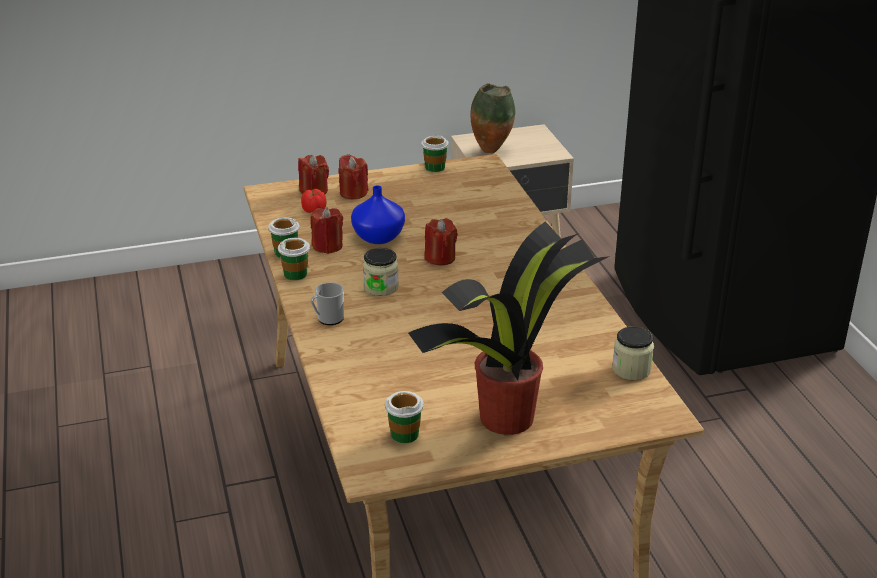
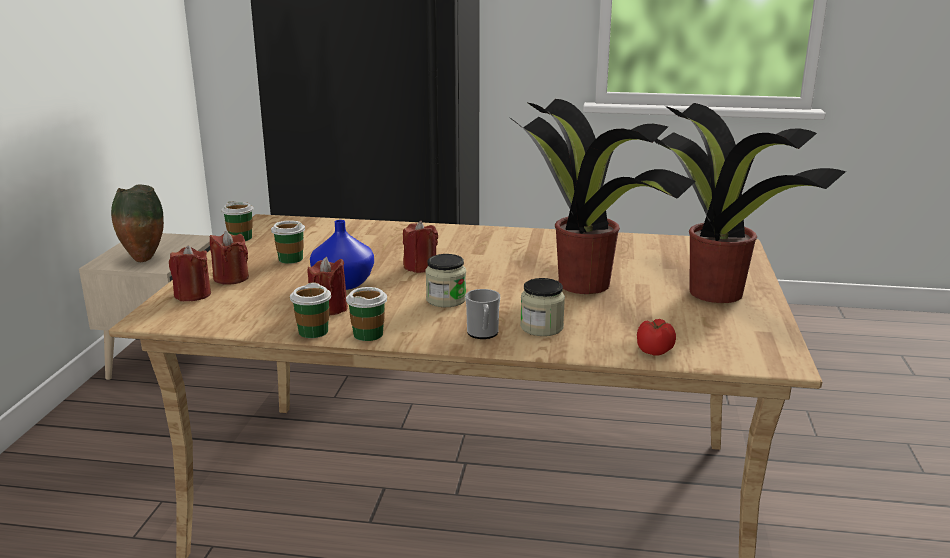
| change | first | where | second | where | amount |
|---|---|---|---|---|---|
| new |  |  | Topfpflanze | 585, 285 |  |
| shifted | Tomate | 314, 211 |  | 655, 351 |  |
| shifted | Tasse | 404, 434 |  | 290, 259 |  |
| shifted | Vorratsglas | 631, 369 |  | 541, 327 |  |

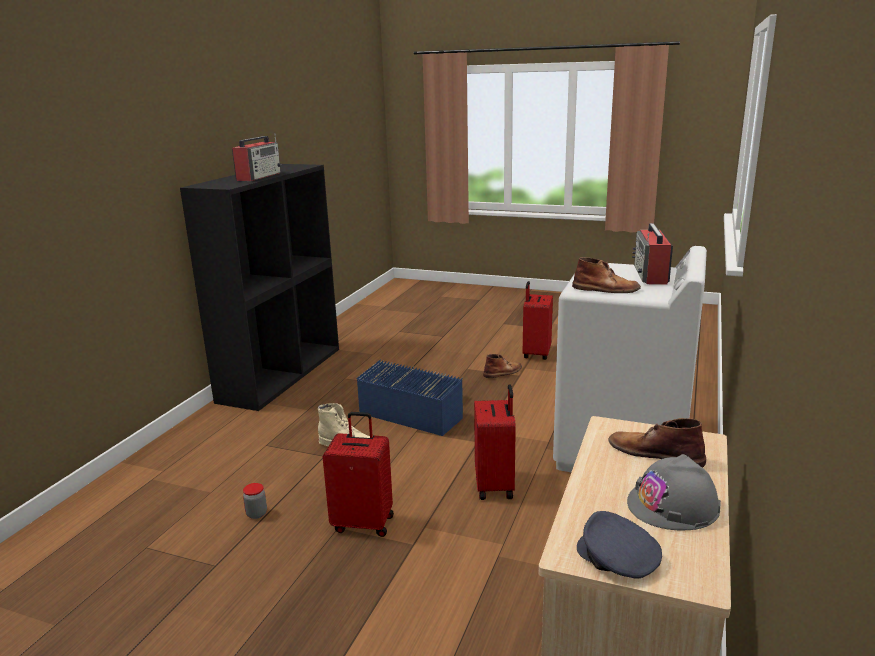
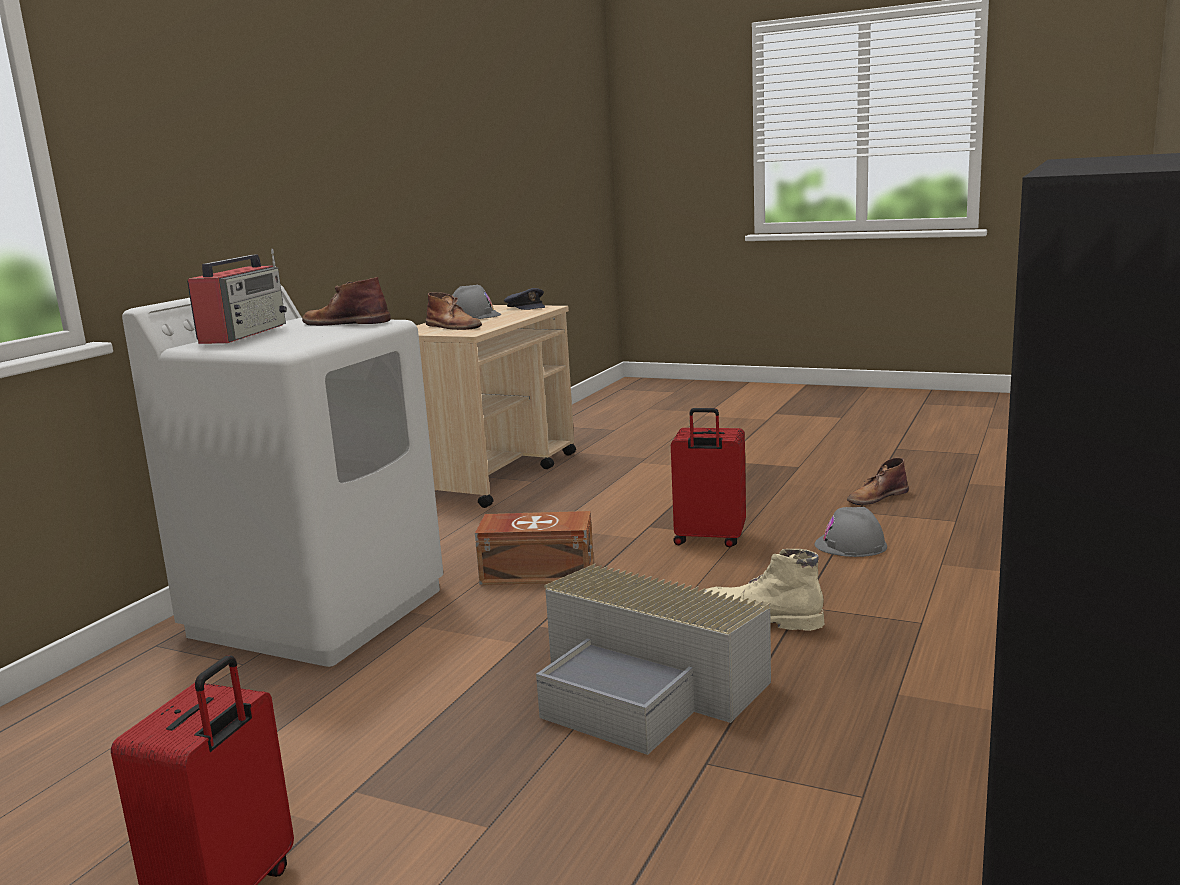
| change | first | where | second | where | amount |
|---|---|---|---|---|---|
| gone | Radio | 259, 176 |  |  |  |
| shifted | Stiefel (braun) | 503, 372 |  | 876, 497 |  |
| swapped | Vorratsglas | 256, 514 | Schutzhelm (grau) | 850, 545 |  |
| swapped | Koffer (rot) | 495, 486 | Aufbewahrungsbox (braun) | 536, 572 |  |
| repainted | Aufbewahrungsbox (blau) | 415, 410 | Aufbewahrungsbox (grau) | 648, 688 |  |

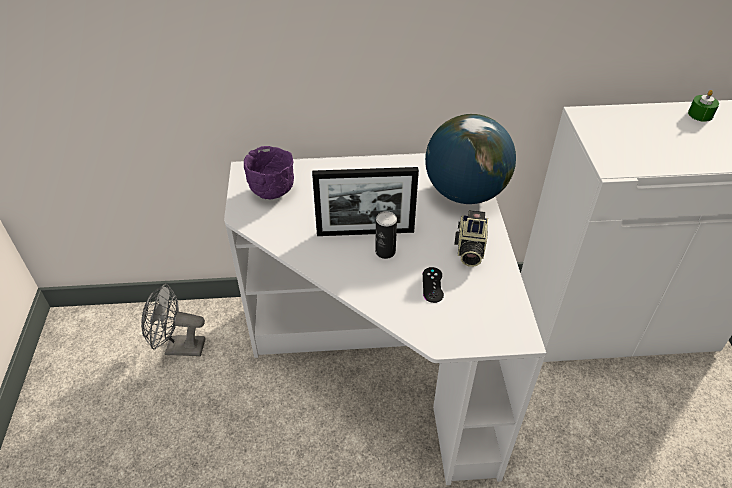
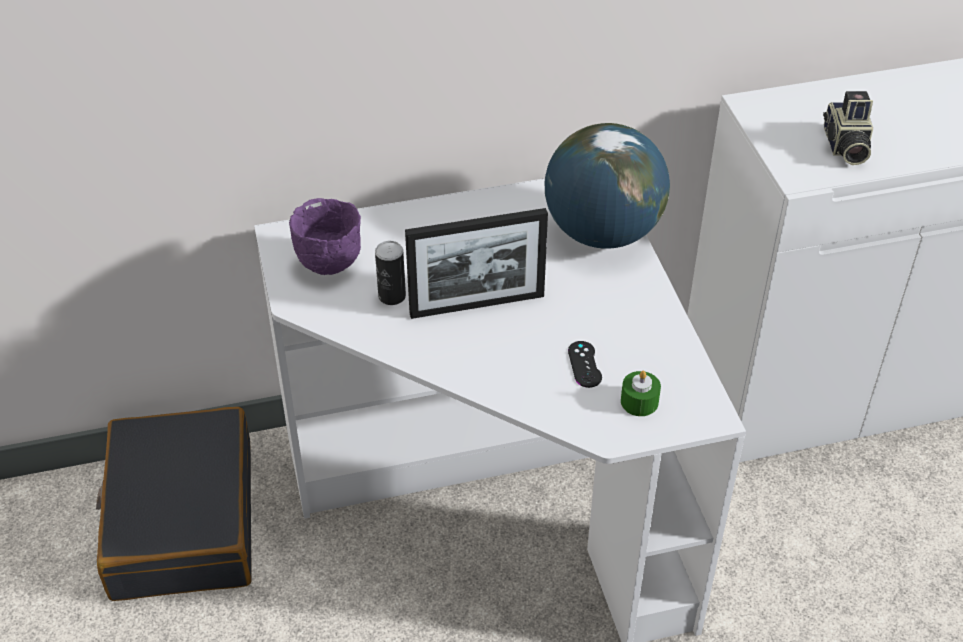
| change | first | where | second | where | amount |
|---|---|---|---|---|---|
| shifted | Dose | 385, 251 |  | 392, 296 |  |
| shifted | Kamera | 469, 249 |  | 844, 147 |  |
| shifted | Kerze (grün) | 700, 114 |  | 639, 401 |  |
| swapped | Ventilator (grau) | 178, 347 | Koffer (schwarz) | 182, 520 |  |

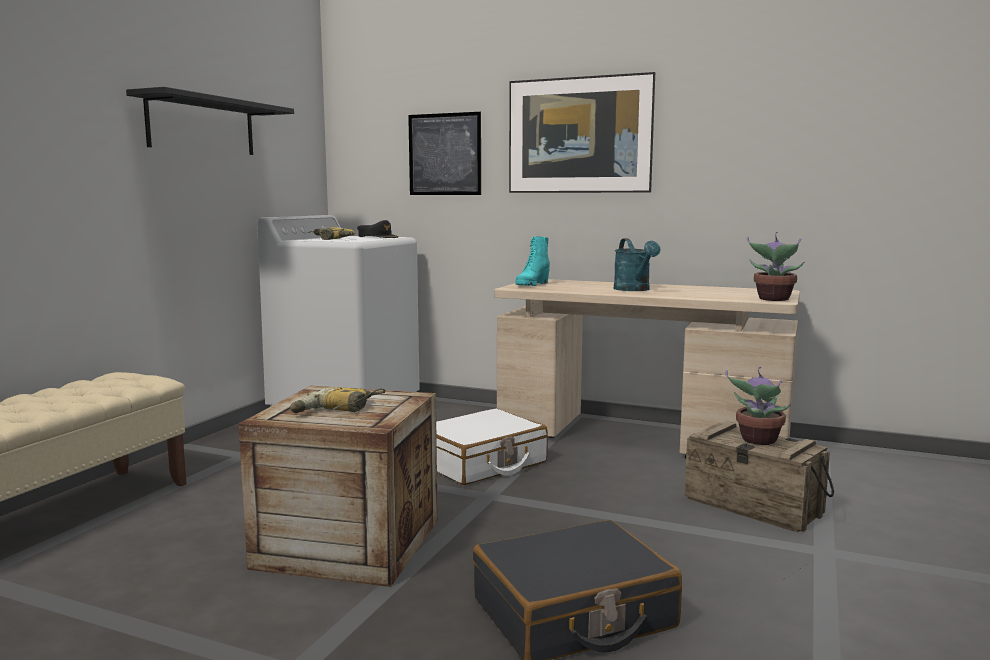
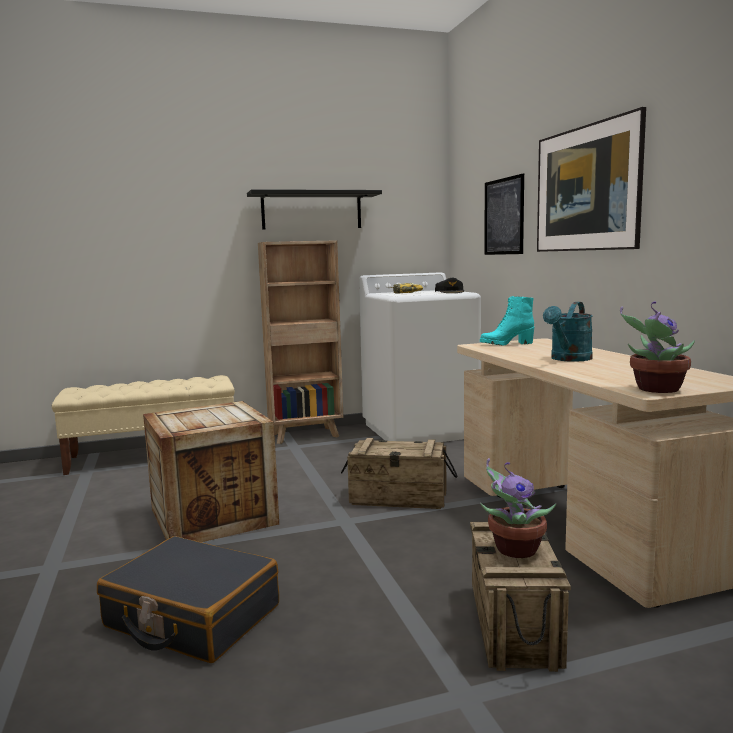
| change | first | where | second | where | amount |
|---|---|---|---|---|---|
| gone | Bohrmaschine | 337, 410 |  |  |  |
| new |  |  | Bücherregal (braun) | 306, 435 |  |
| swapped | Koffer (weiß) | 481, 463 | Kiste | 399, 498 |  |

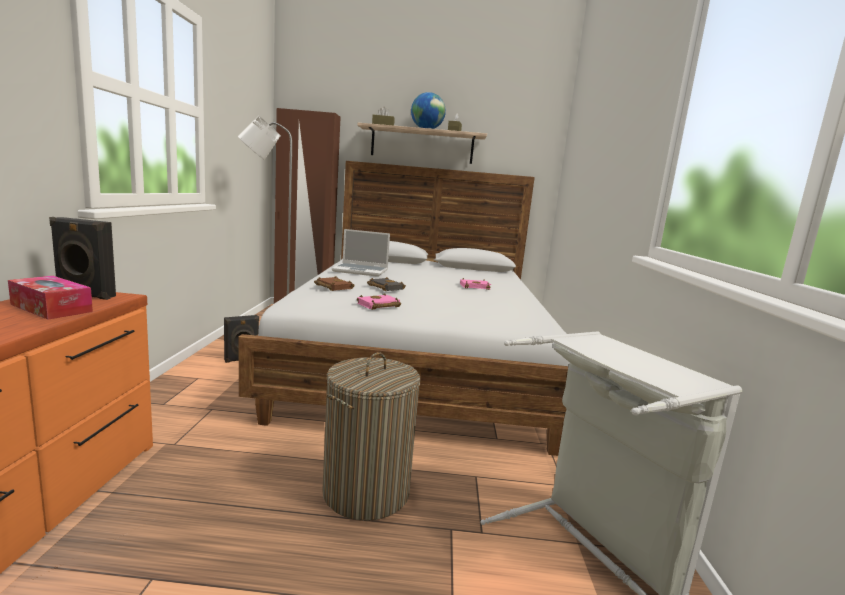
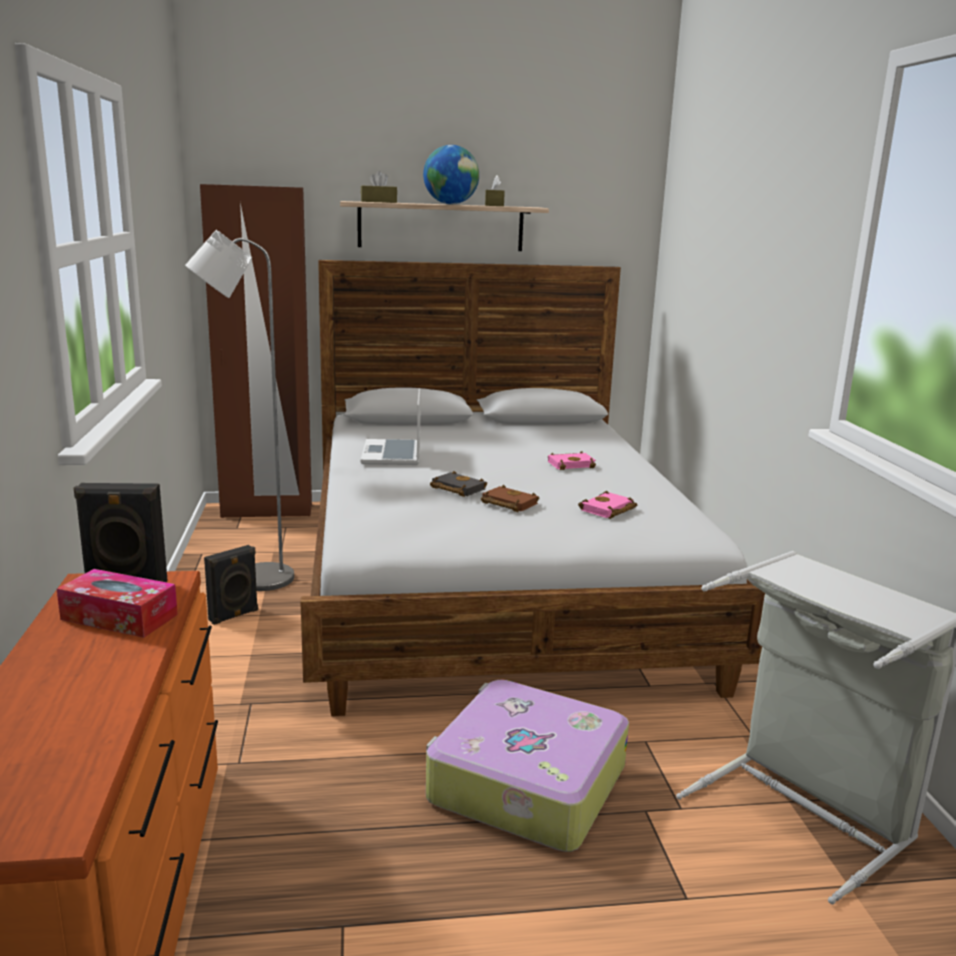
| change | first | where | second | where | amount |
|---|---|---|---|---|---|
| shifted | Buch (braun) | 332, 287 |  | 507, 503 |  |
| shifted | Buch (rosa) | 378, 306 |  | 608, 510 |  |
| swapped | Wäschekorb | 366, 492 | Koffer | 525, 784 |  |
| rotated | Laptop | 361, 271 |  | 393, 455 | 90 degrees clockwise |

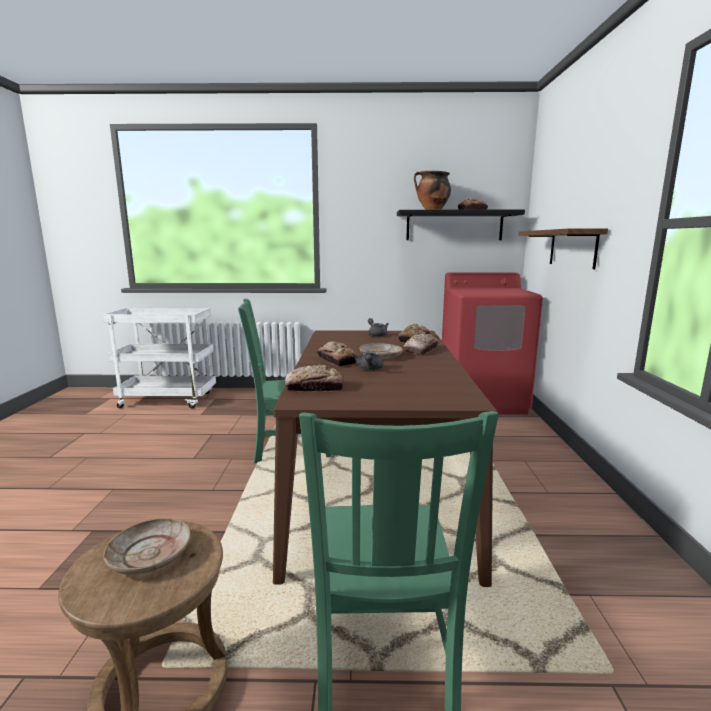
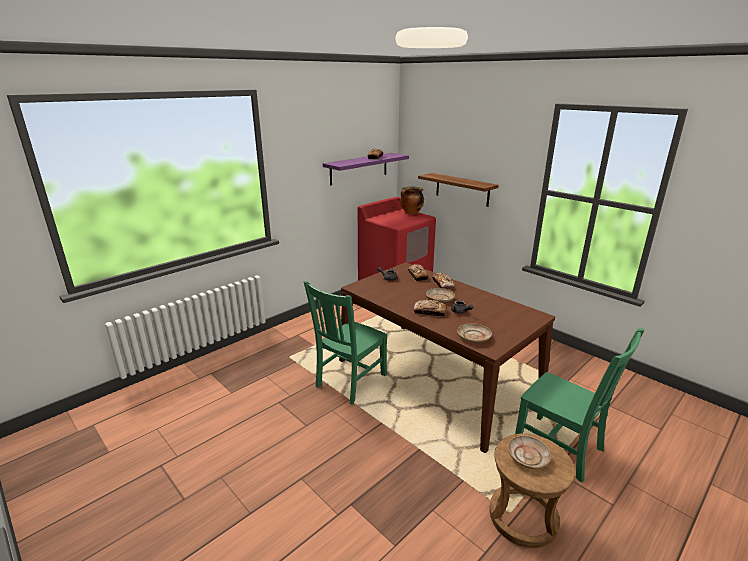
| change | first | where | second | where | amount |
|---|---|---|---|---|---|
| gone | Rollwagen (weiß) | 169, 400 |  |  |  |
| shifted | Kochtopf | 432, 210 |  | 411, 213 |  |
| swapped | Brot | 314, 387 | Teller (beige) | 474, 337 |  |
| repainted | Wandregal (schwarz) | 454, 226 | Wandregal (lila) | 359, 168 |  |

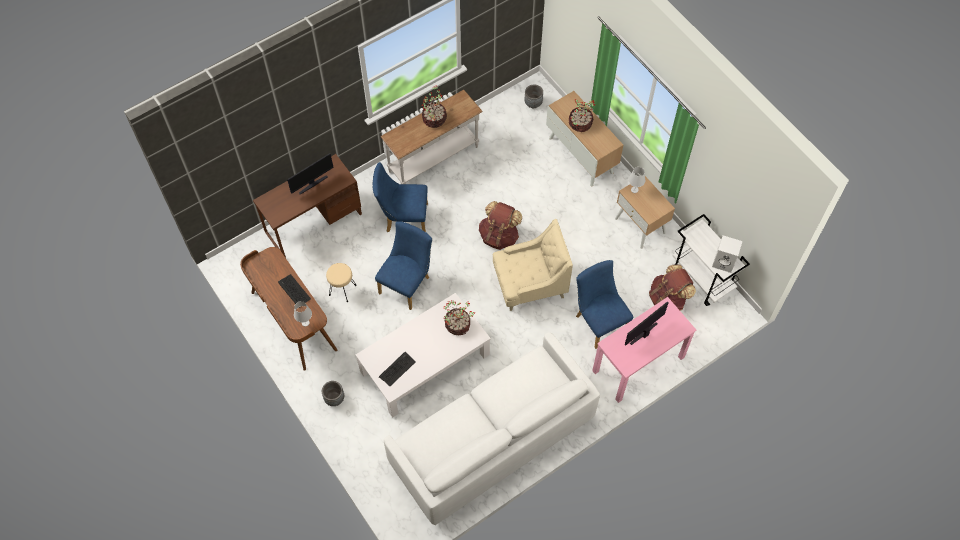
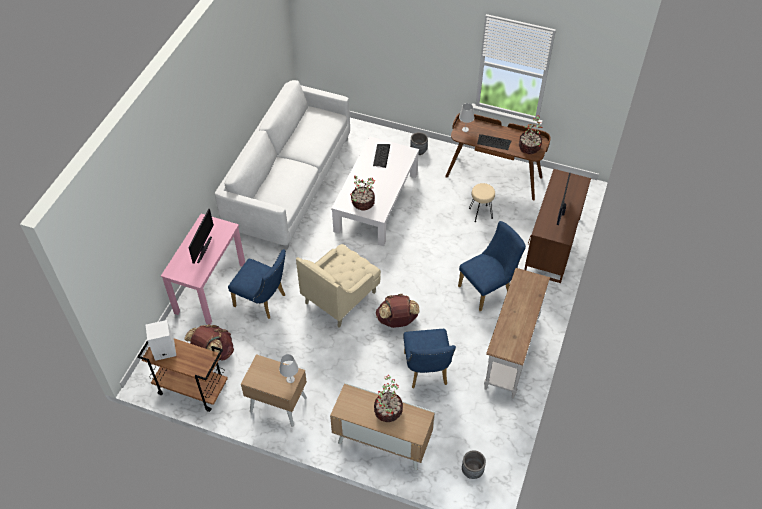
| change | first | where | second | where | amount |
|---|---|---|---|---|---|
| shifted | Stuhl (blau) | 407, 283 |  | 426, 372 |  |
| shifted | Topfpflanze | 434, 118 |  | 529, 148 |  |
| repainted | Rollwagen (weiß) | 702, 278 | Rollwagen (braun) | 191, 388 |  |

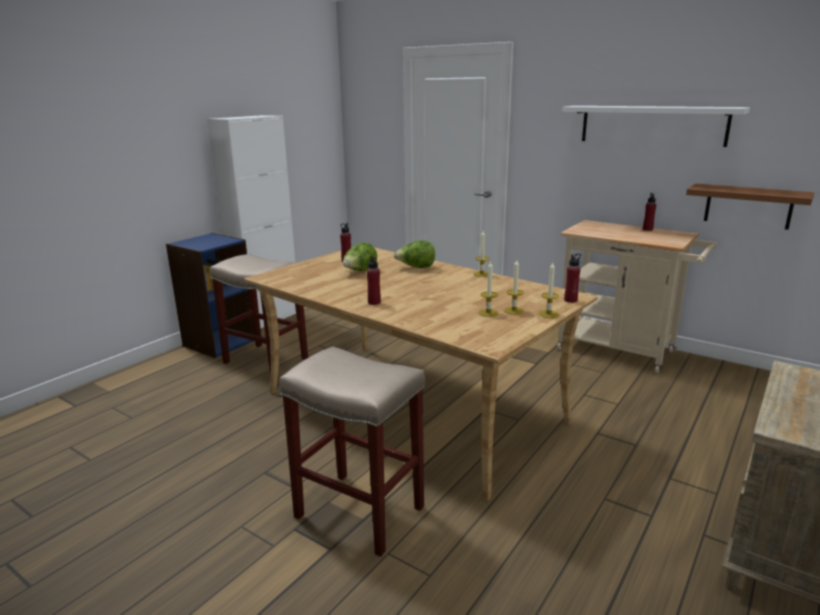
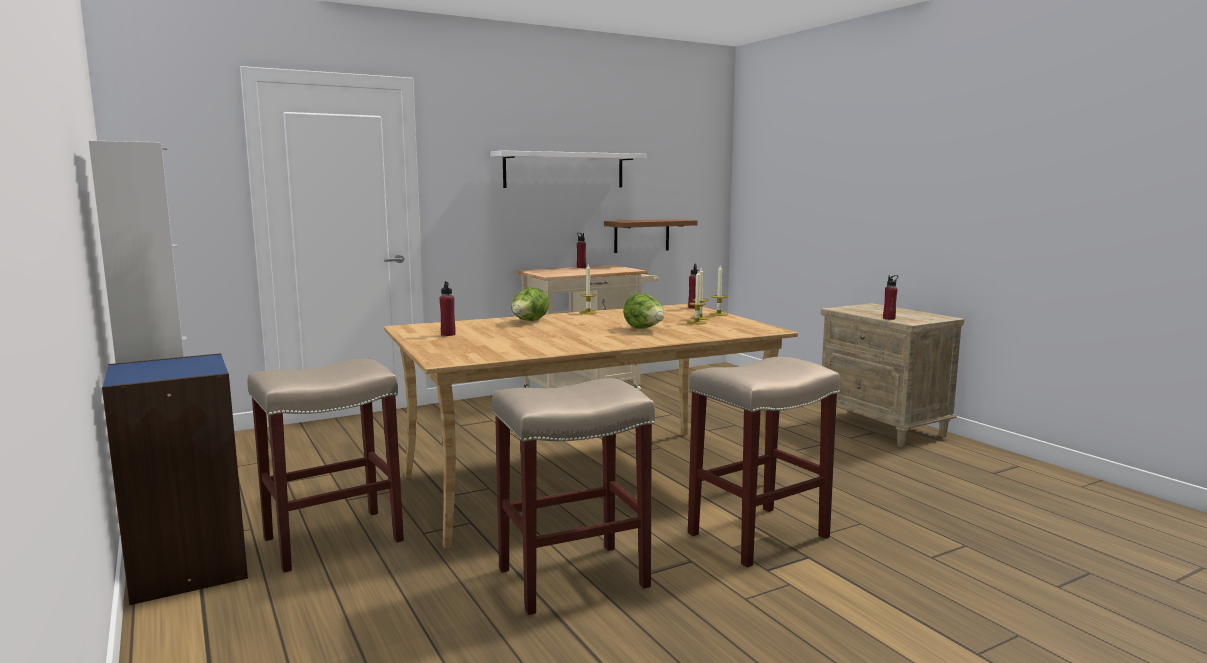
| change | first | where | second | where | amount |
|---|---|---|---|---|---|
| new |  |  | Hocker (beige) | 571, 578 |  |
| shifted | Salatkopf | 360, 271 |  | 644, 329 |  |
| shifted | Flasche (rot) | 374, 302 |  | 889, 318 |  |

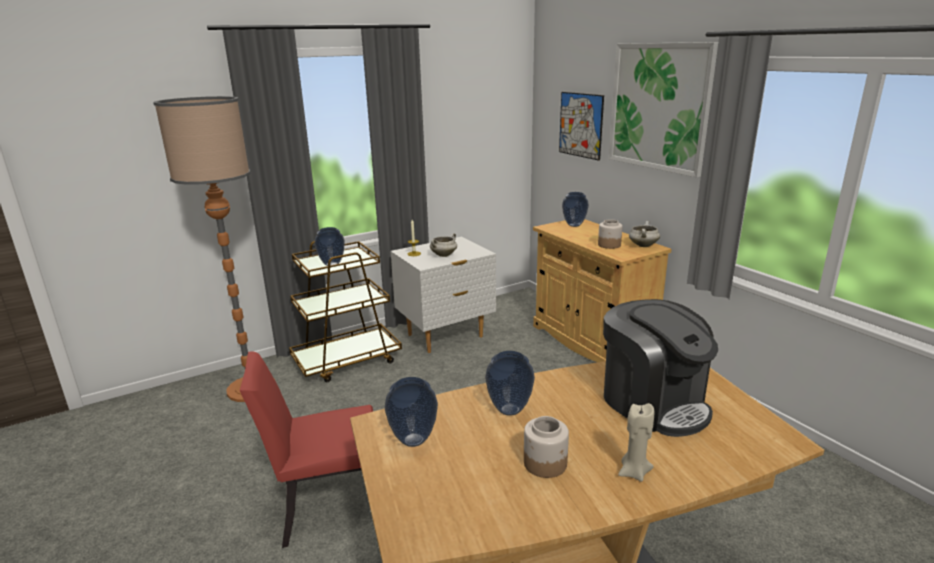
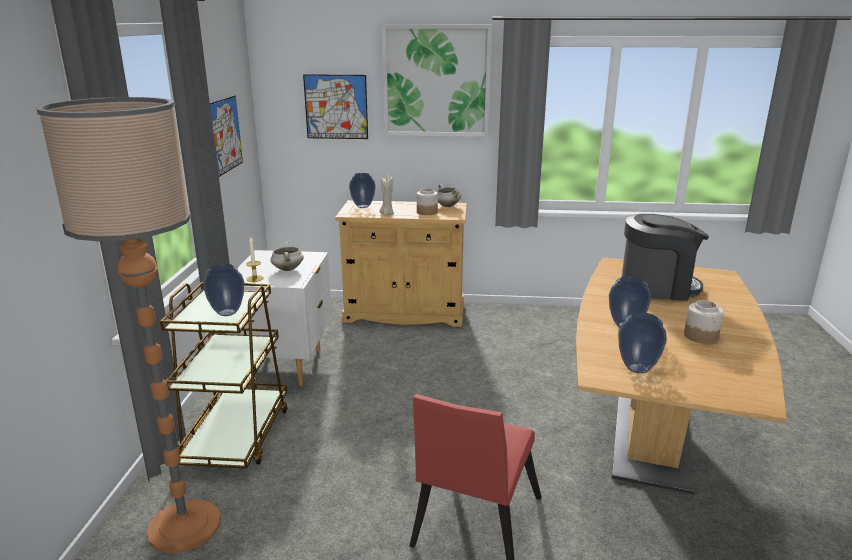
| change | first | where | second | where | amount |
|---|---|---|---|---|---|
| new |  |  | Bild | 225, 135 |  |
| shifted | Kerze (beige) | 633, 472 |  | 387, 214 |  |

